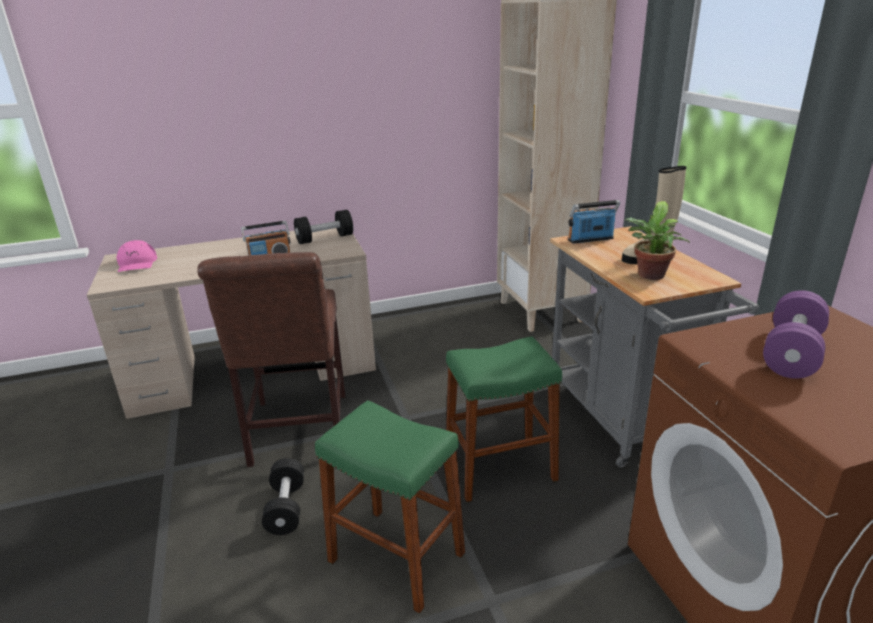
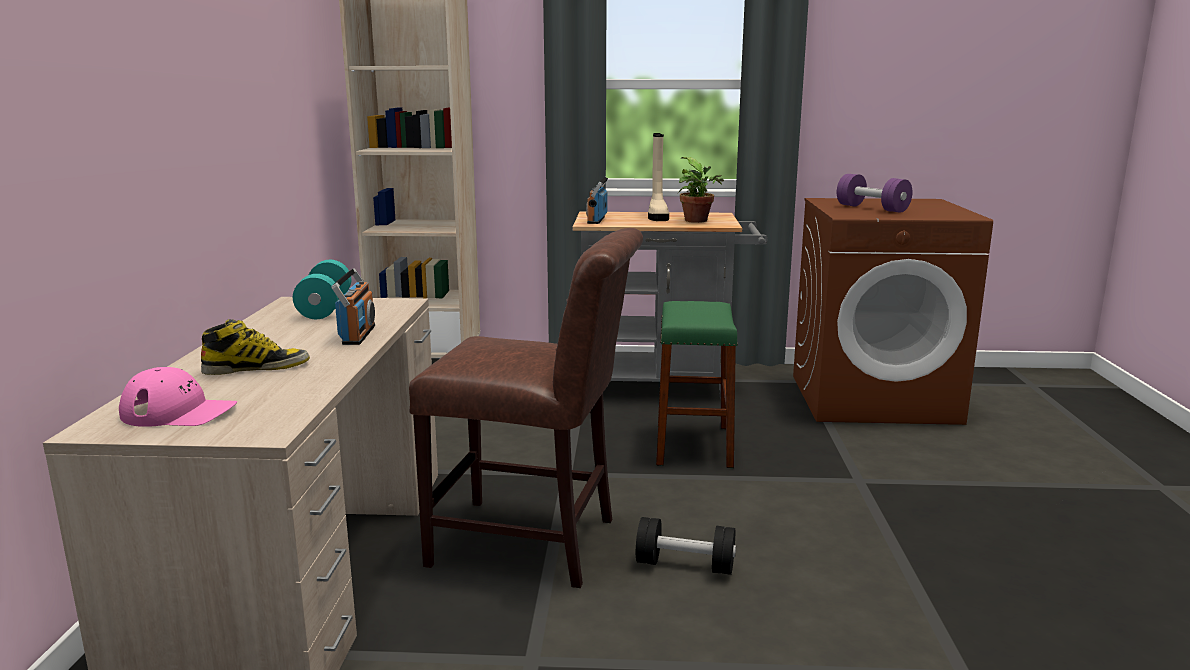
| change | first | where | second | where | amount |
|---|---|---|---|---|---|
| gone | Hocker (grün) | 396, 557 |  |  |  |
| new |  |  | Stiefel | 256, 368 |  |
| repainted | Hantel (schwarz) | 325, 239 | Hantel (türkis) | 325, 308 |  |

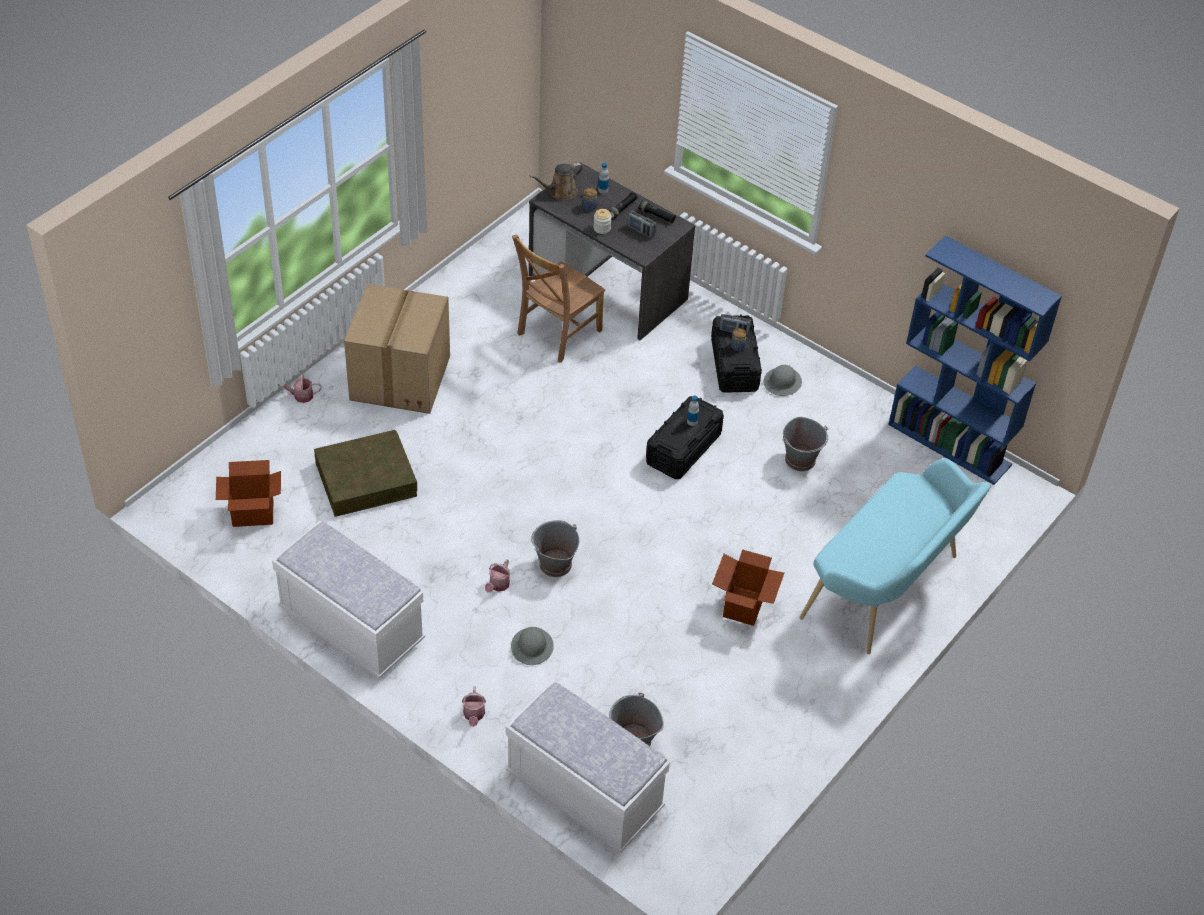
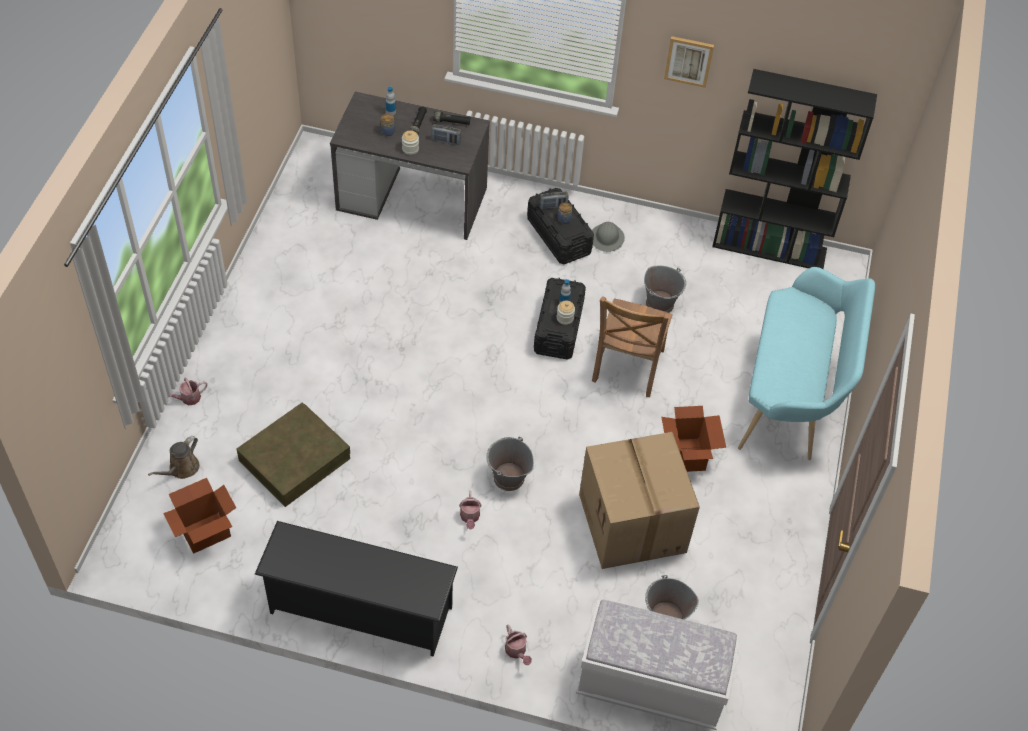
| change | first | where | second | where | amount |
|---|---|---|---|---|---|
| gone | Schutzhelm (grau) | 532, 647 |  |  |  |
| new |  |  | Vorratsglas | 565, 318 |  |
| new |  |  | Bild | 689, 60 |  |
| shifted | Karton | 401, 379 |  | 634, 524 |  |
| shifted | Stuhl (braun) | 557, 334 |  | 627, 368 |  |
| shifted | Gießkanne (braun) | 560, 192 |  | 181, 469 |  |
| swapped | Bank (weiß) | 351, 627 | Schuhregal (schwarz) | 360, 610 |  |
| repainted | Bücherregal (blau) | 950, 444 | Bücherregal (schwarz) | 770, 247 |  |

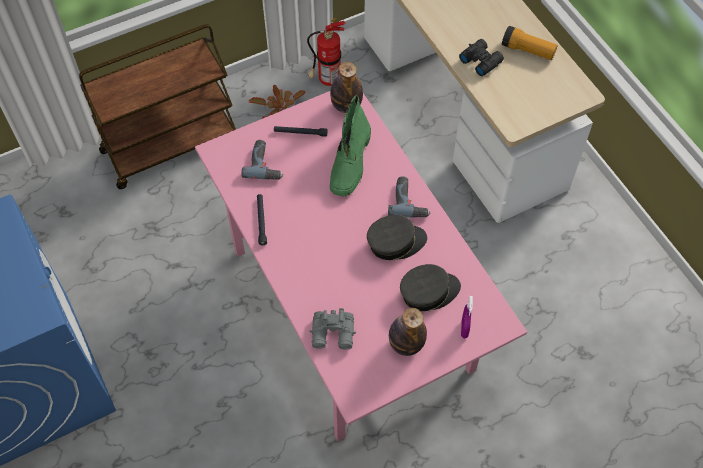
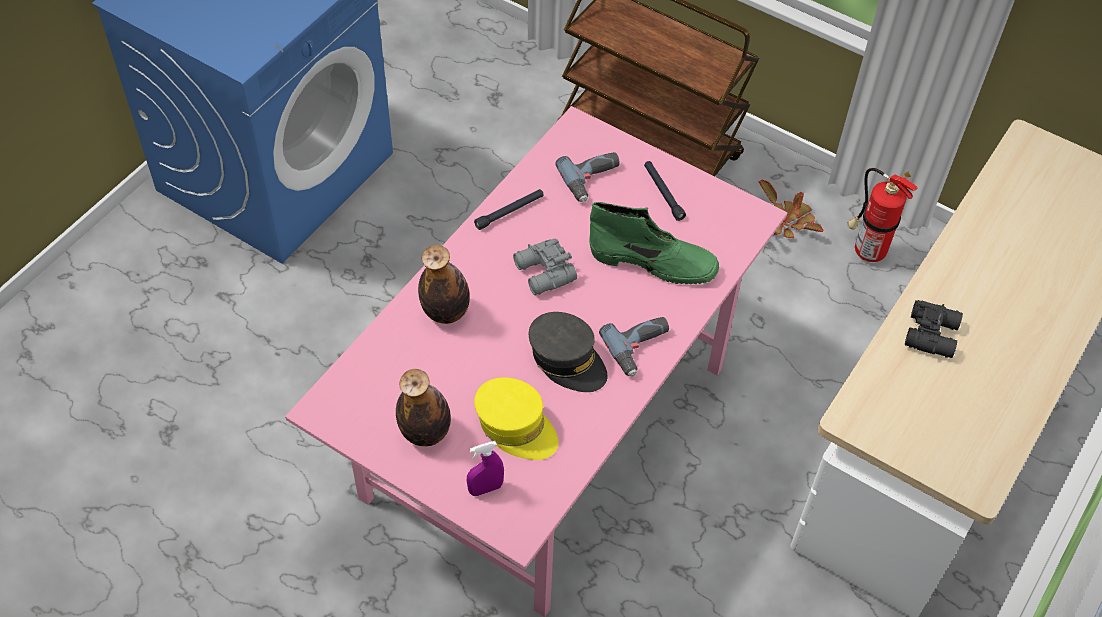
| change | first | where | second | where | amount |
|---|---|---|---|---|---|
| gone | Taschenlampe | 528, 50 |  |  |  |
| shifted | Fernglas (grau) | 333, 334 |  | 544, 274 |  |
| shifted | Flasche | 346, 106 |  | 446, 312 |  |
| repainted | Kappe (grau) | 429, 292 | Kappe (gelb) | 516, 426 |  |
| rotated | Stiefel (grün) | 350, 163 |  | 654, 262 | 150 degrees counterclockwise |

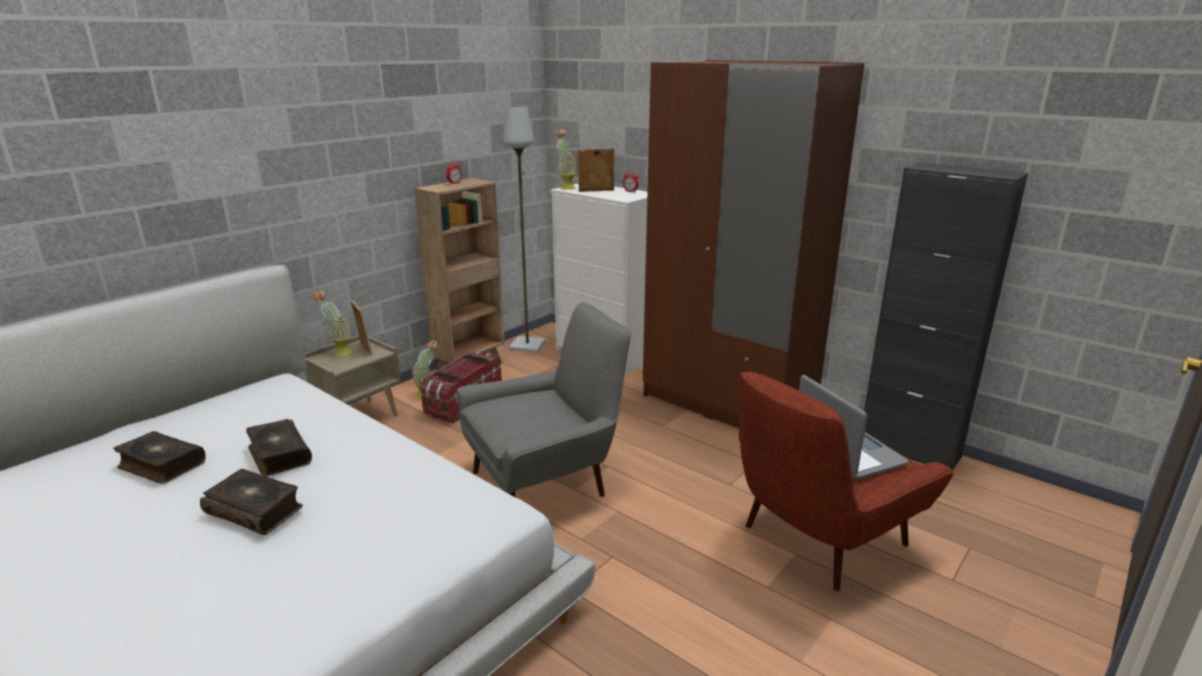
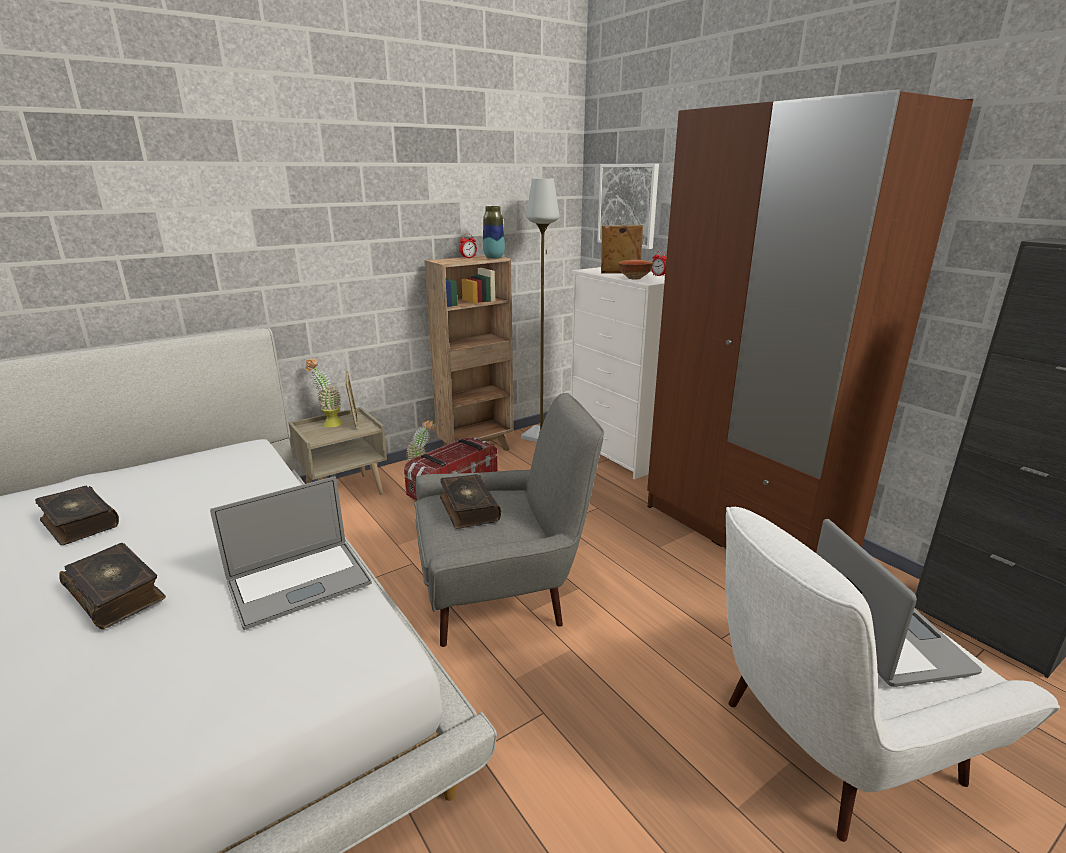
| change | first | where | second | where | amount |
|---|---|---|---|---|---|
| gone | Topfpflanze | 565, 188 |  |  |  |
| new |  |  | Laptop | 299, 583 |  |
| new |  |  | Vase | 494, 258 |  |
| new |  |  | Bild | 628, 205 |  |
| new |  |  | Schüssel | 634, 278 |  |
| shifted | Buch | 278, 455 |  | 468, 509 |  |
| repainted | Sessel (rot) | 817, 539 | Sessel (weiß) | 827, 745 |  |

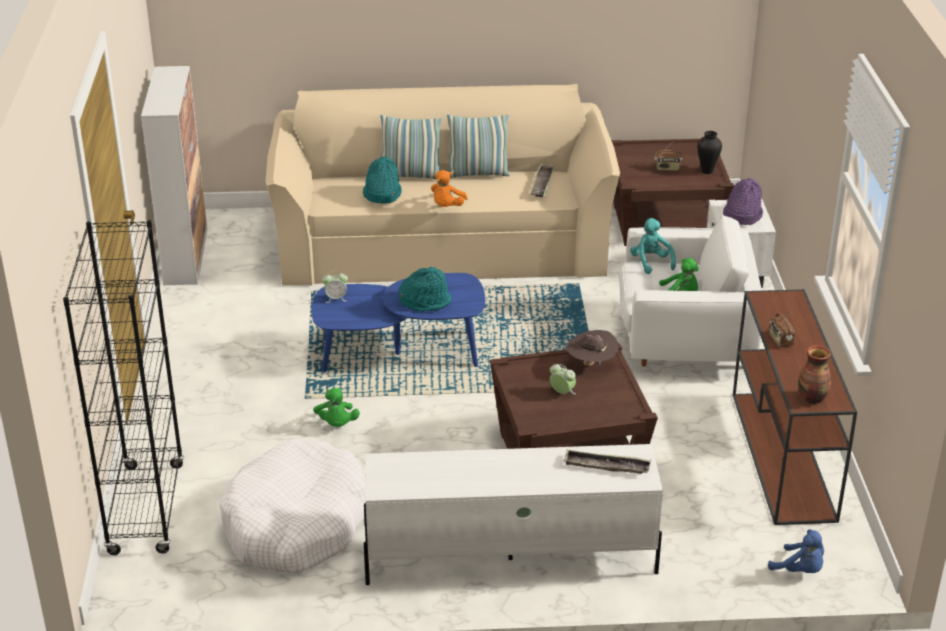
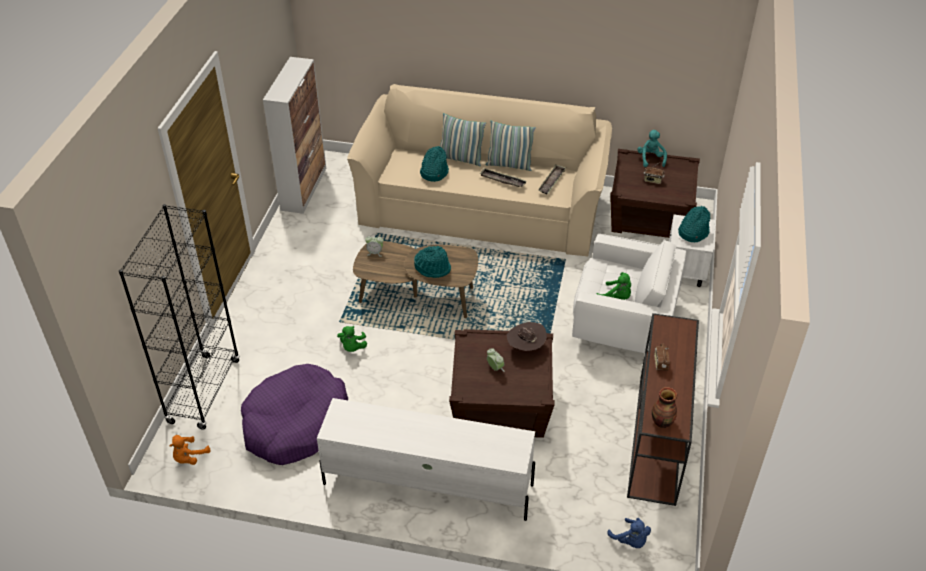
| change | first | where | second | where | amount |
|---|---|---|---|---|---|
| gone | Vase | 706, 171 |  |  |  |
| shifted | Plüschtier (orange) | 447, 207 |  | 189, 458 |  |
| shifted | Tablett | 606, 466 |  | 502, 180 |  |
| shifted | Plüschtier (türkis) | 651, 262 |  | 650, 159 |  |
| repainted | Hundebett (weiß) | 296, 523 | Hundebett (lila) | 296, 424 |  |
| repainted | Couchtisch (blau) | 400, 353 | Couchtisch (braun) | 417, 296 |  |
| repainted | Hut (lila) | 742, 215 | Hut (türkis) | 693, 232 |  |

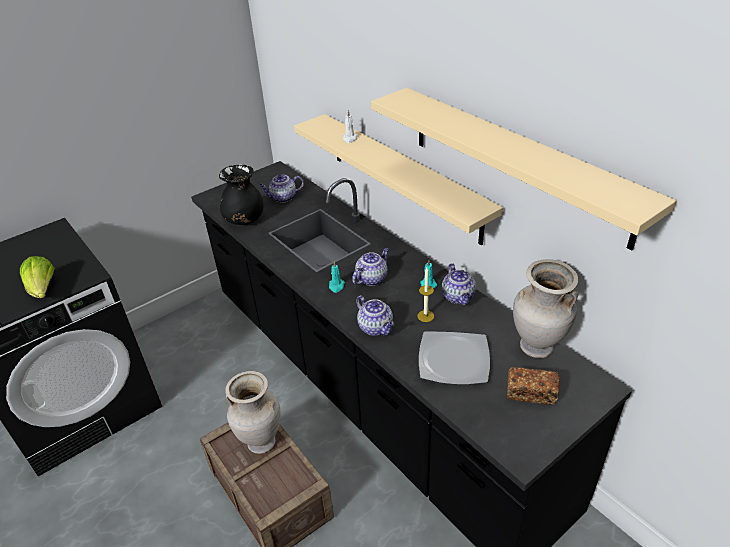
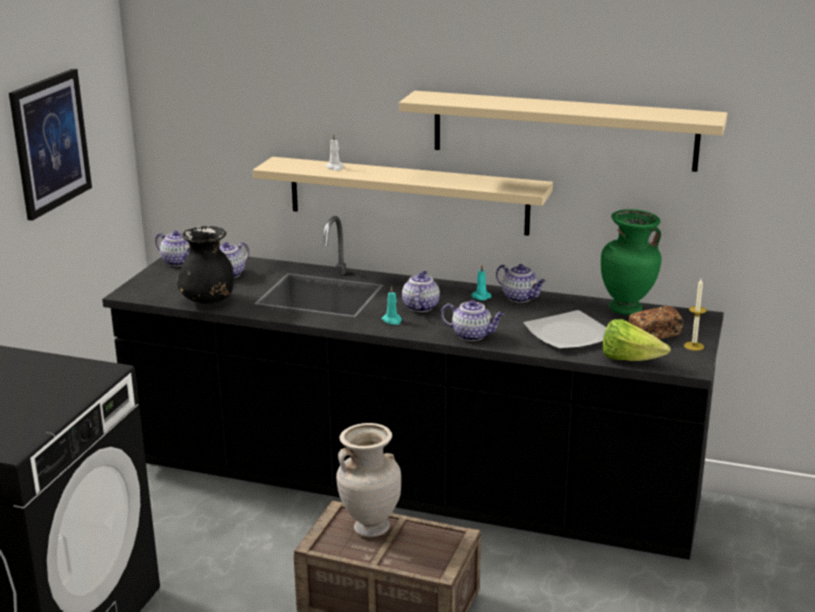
| change | first | where | second | where | amount |
|---|---|---|---|---|---|
| new |  |  | Bild | 50, 142 |  |
| new |  |  | Teekanne | 179, 262 |  |
| shifted | Salatkopf | 43, 290 |  | 629, 360 |  |
| shifted | Kerze | 425, 316 |  | 694, 346 |  |
| repainted | Vase (beige) | 536, 348 | Vase (grün) | 626, 310 |  |

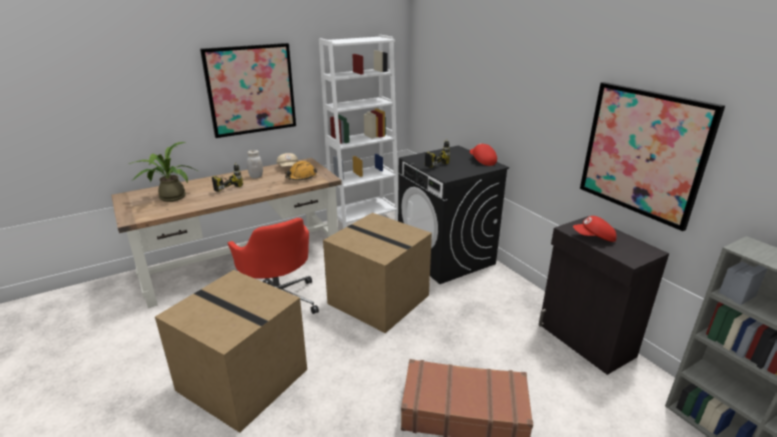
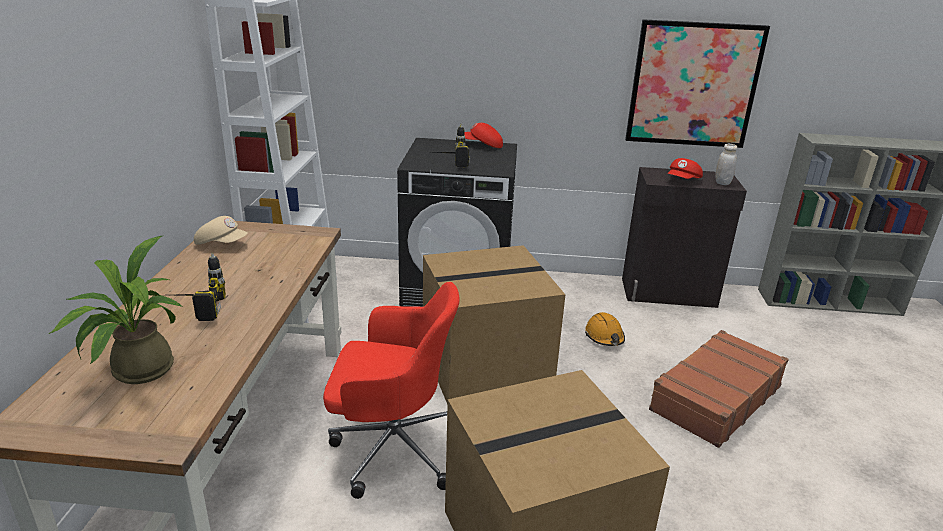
| change | first | where | second | where | amount |
|---|---|---|---|---|---|
| gone | Bild | 251, 90 |  |  |  |
| shifted | Vorratsglas (weiß) | 256, 176 |  | 722, 183 |  |
| shifted | Schutzhelm (orange) | 301, 177 |  | 604, 337 |  |

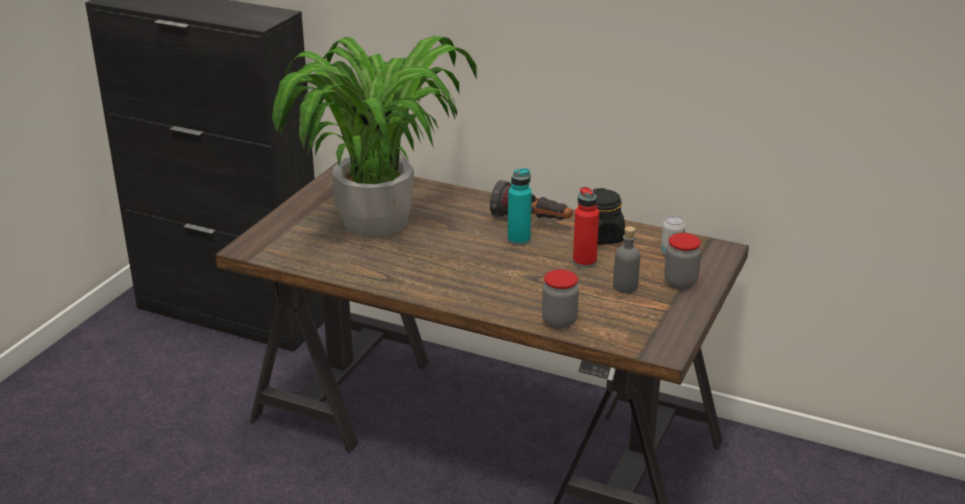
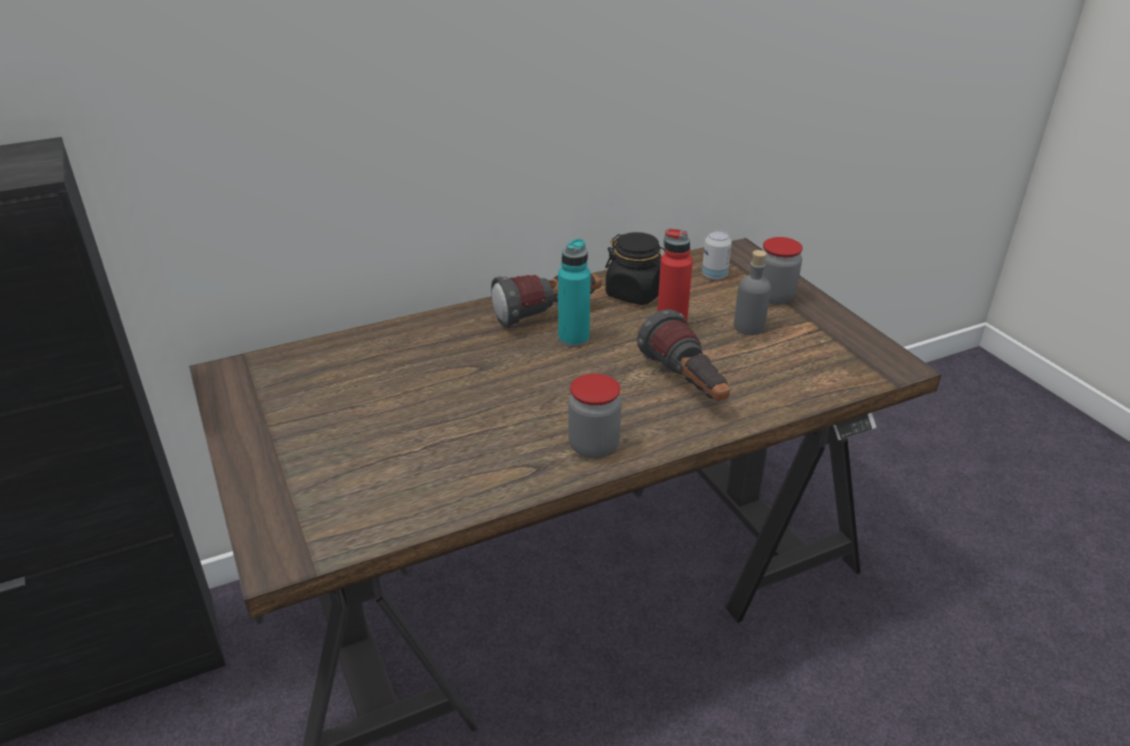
| change | first | where | second | where | amount |
|---|---|---|---|---|---|
| gone | Topfpflanze | 376, 221 |  |  |  |
| new |  |  | Taschenlampe | 687, 385 |  |
| shifted | Vorratsglas | 559, 321 |  | 593, 446 |  |

